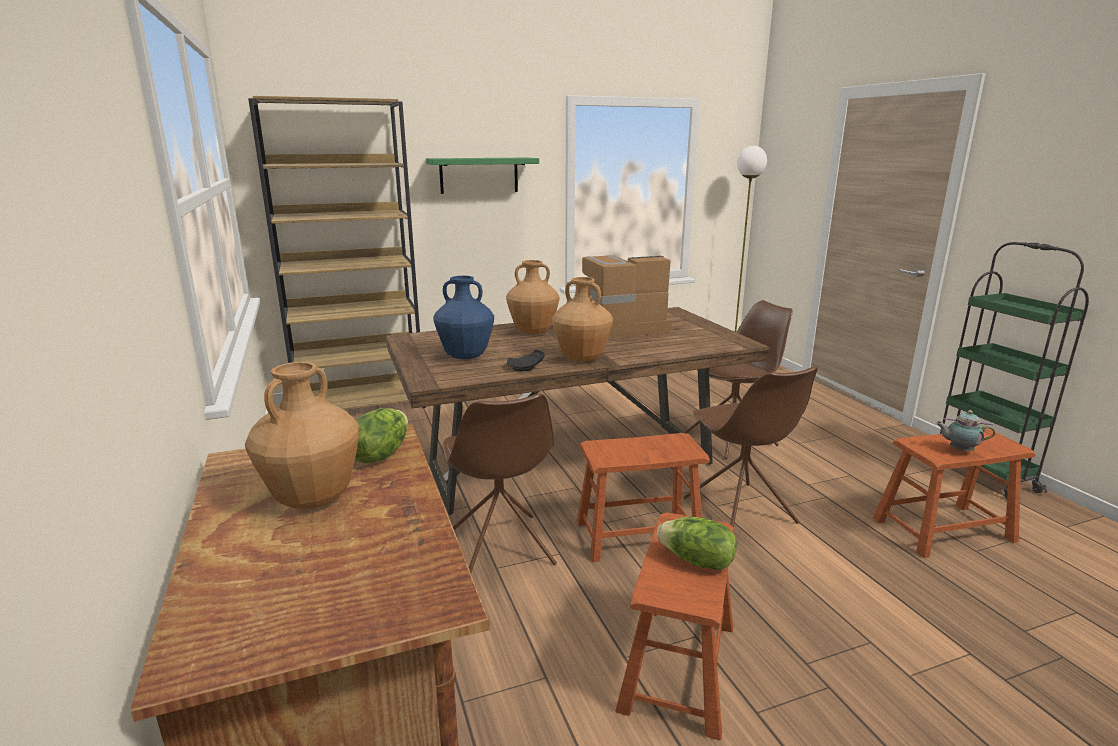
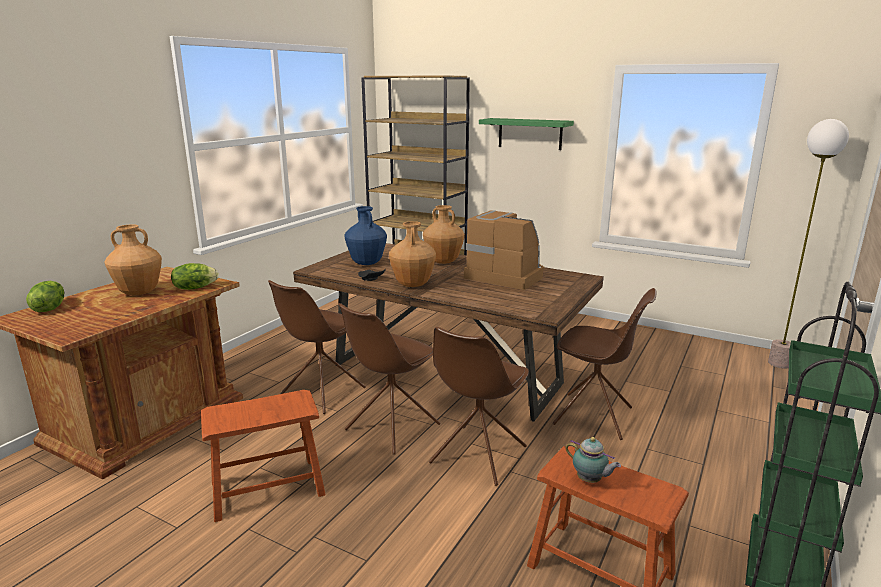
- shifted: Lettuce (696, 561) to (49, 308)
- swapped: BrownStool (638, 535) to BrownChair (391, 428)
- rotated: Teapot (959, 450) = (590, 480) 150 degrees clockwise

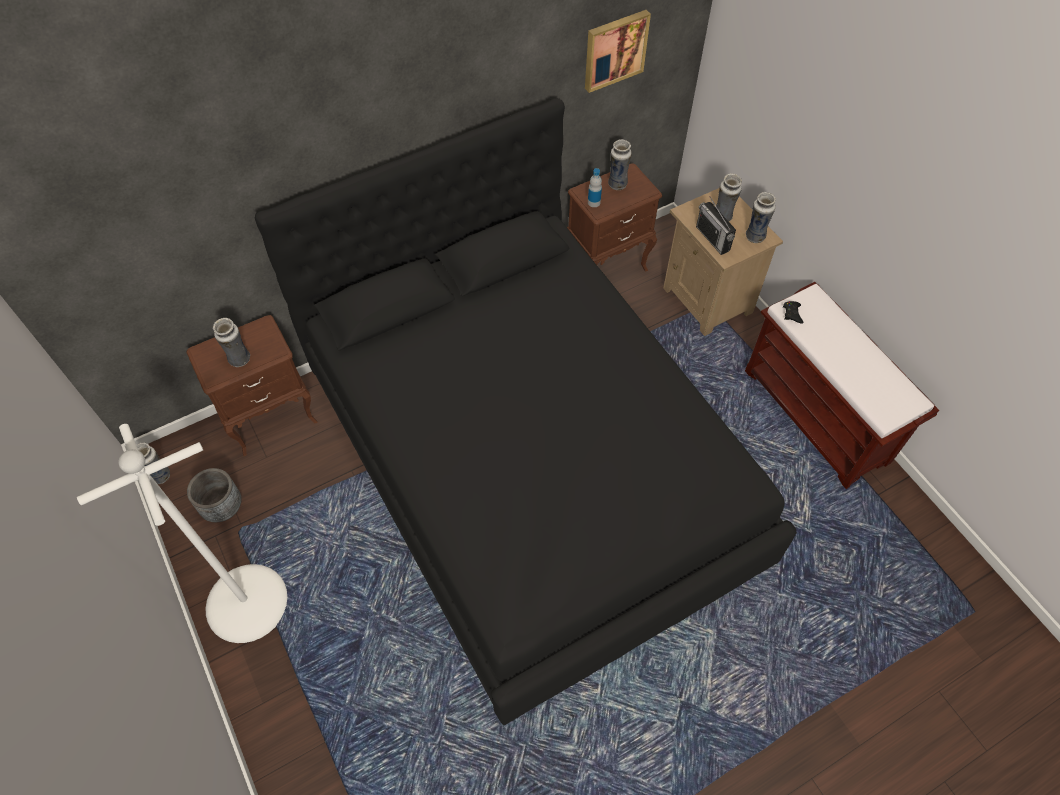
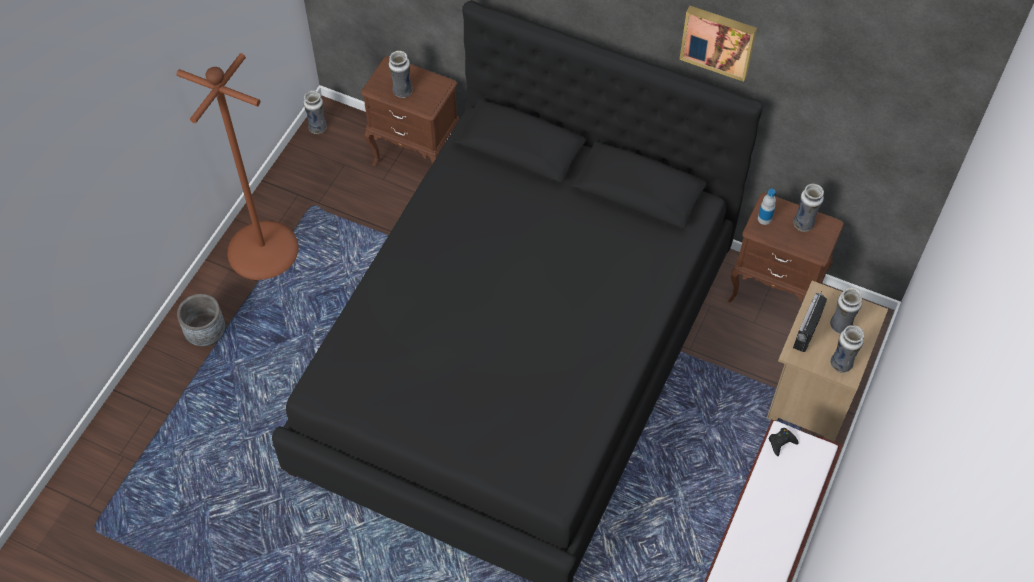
- repainted: WhiteClothesRack (247, 602) to BrownClothesRack (263, 250)
- shifted: GreyPlanter (223, 507) to (206, 334)
- shifted: Picture (614, 49) to (718, 41)

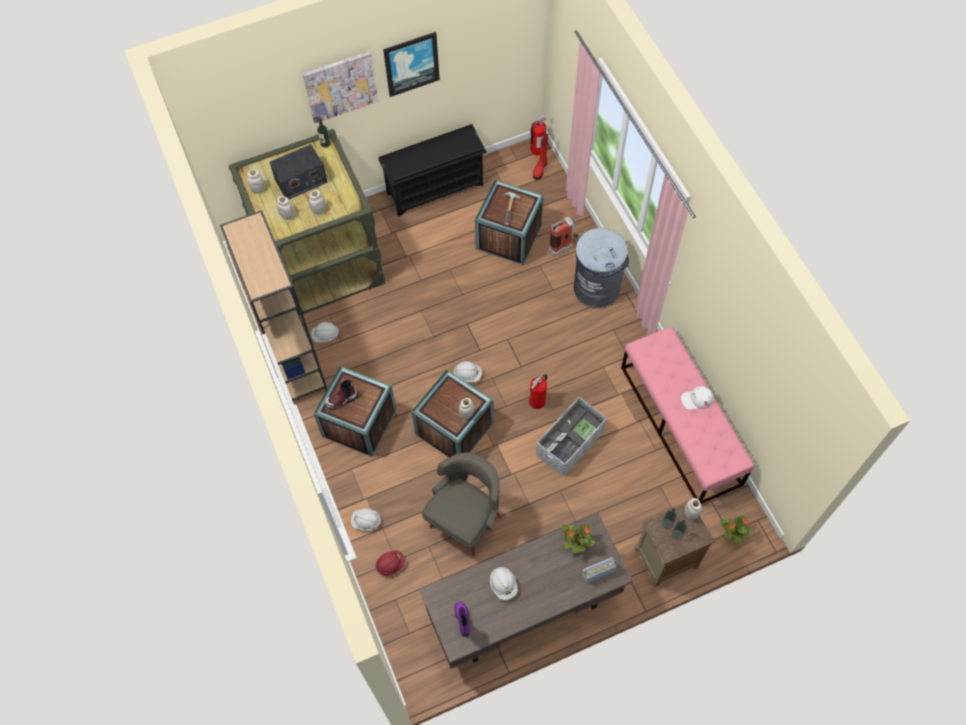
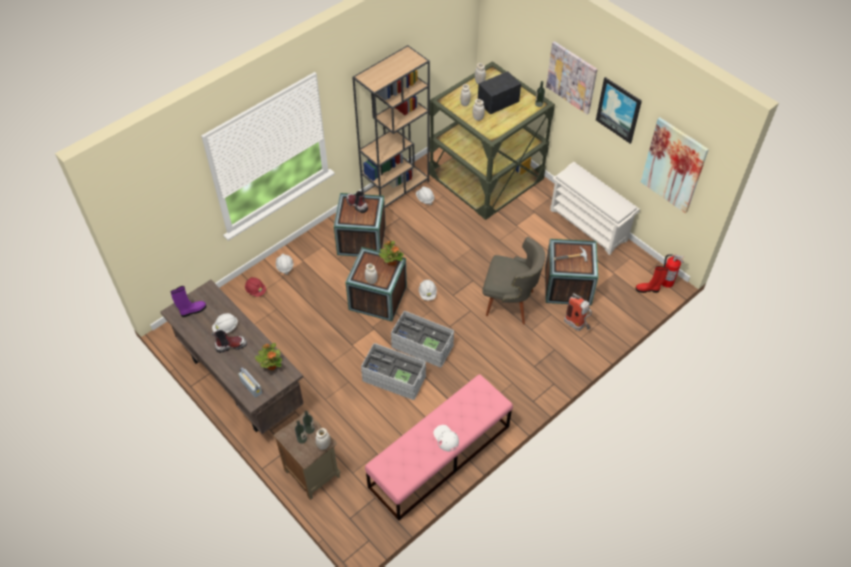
- new: Boot (231, 345)
- shifted: PottedPlant (731, 534) to (391, 262)
- swapped: FireExtinguisher (537, 401) to GreyStorageBox (422, 346)
- rotated: Radio (300, 181) = (498, 101) 105 degrees clockwise
- shifted: GreyChair (465, 522) to (509, 303)
- repainted: BlackShoeRack (435, 188) to WhiteShoeRack (589, 225)
- new: Picture (673, 165)
- gone: GreyTrashCan (596, 288)

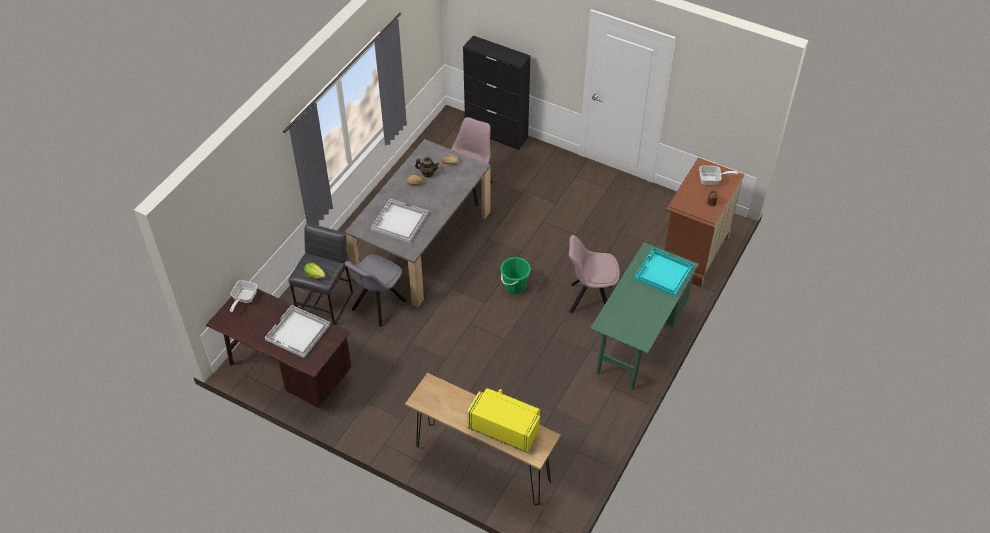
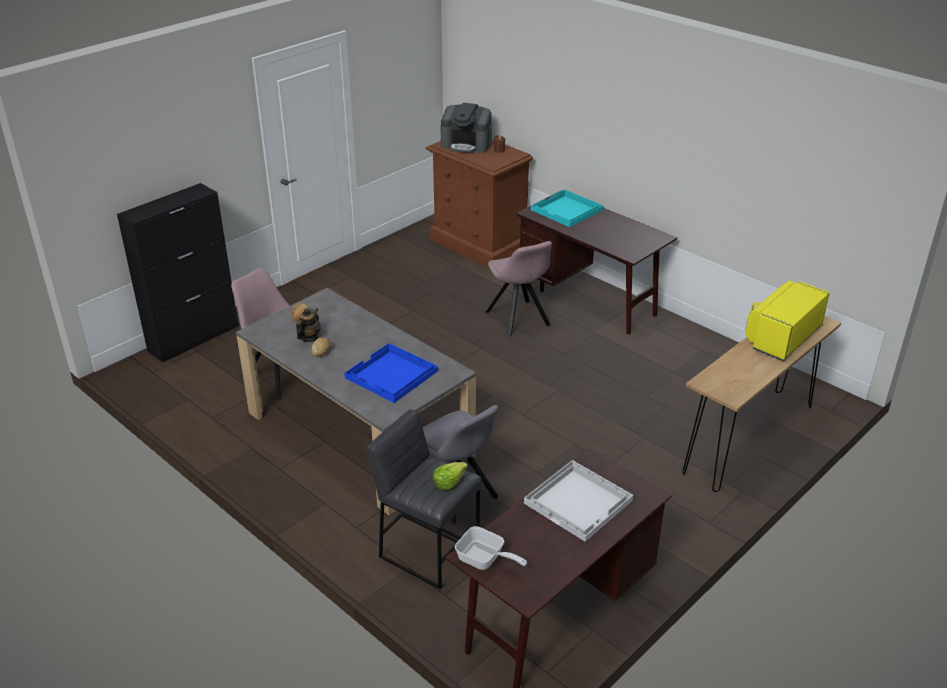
- repainted: WhiteTray (399, 222) to BlueTray (391, 375)
- swapped: FryingPan (712, 180) to CoffeeMachine (467, 144)
- rotated: PinkChair (590, 299) = (518, 318) 45 degrees counterclockwise
- repainted: GreenDesk (638, 340) to BrownDesk (589, 299)
- gone: GreenBucket (515, 286)

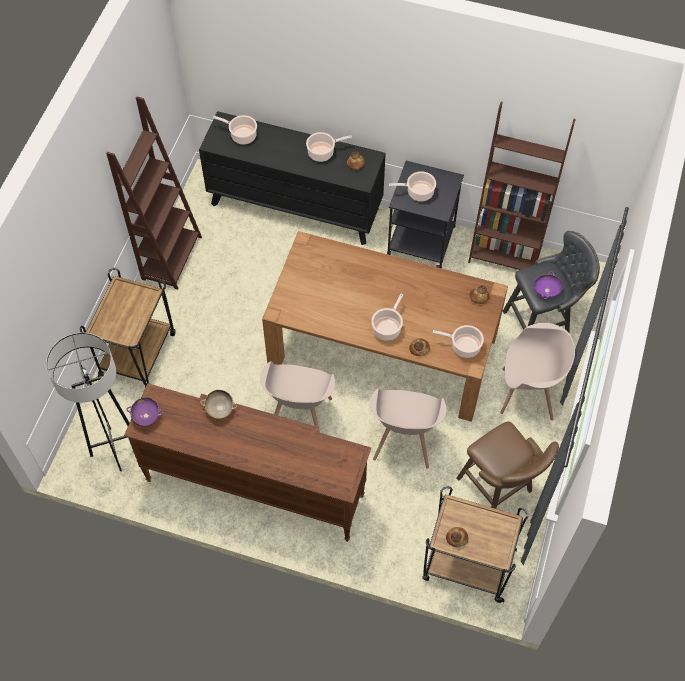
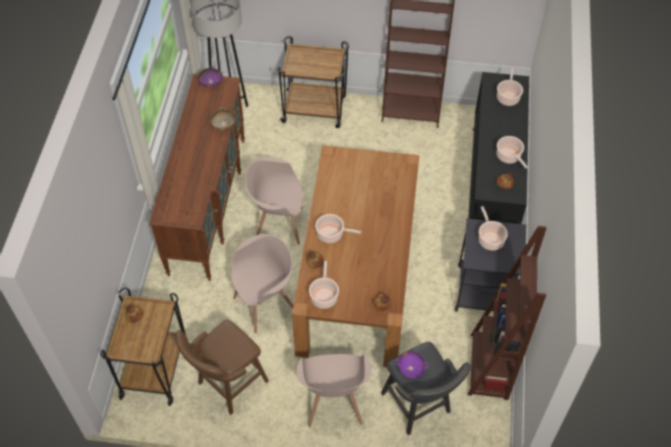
- rotated: BeigeChair (404, 441) = (266, 304) 150 degrees clockwise

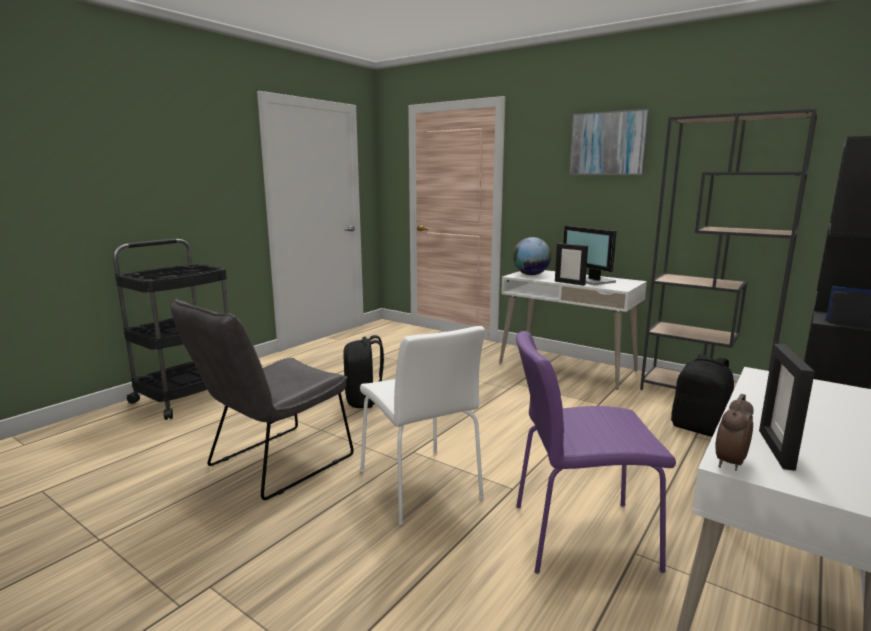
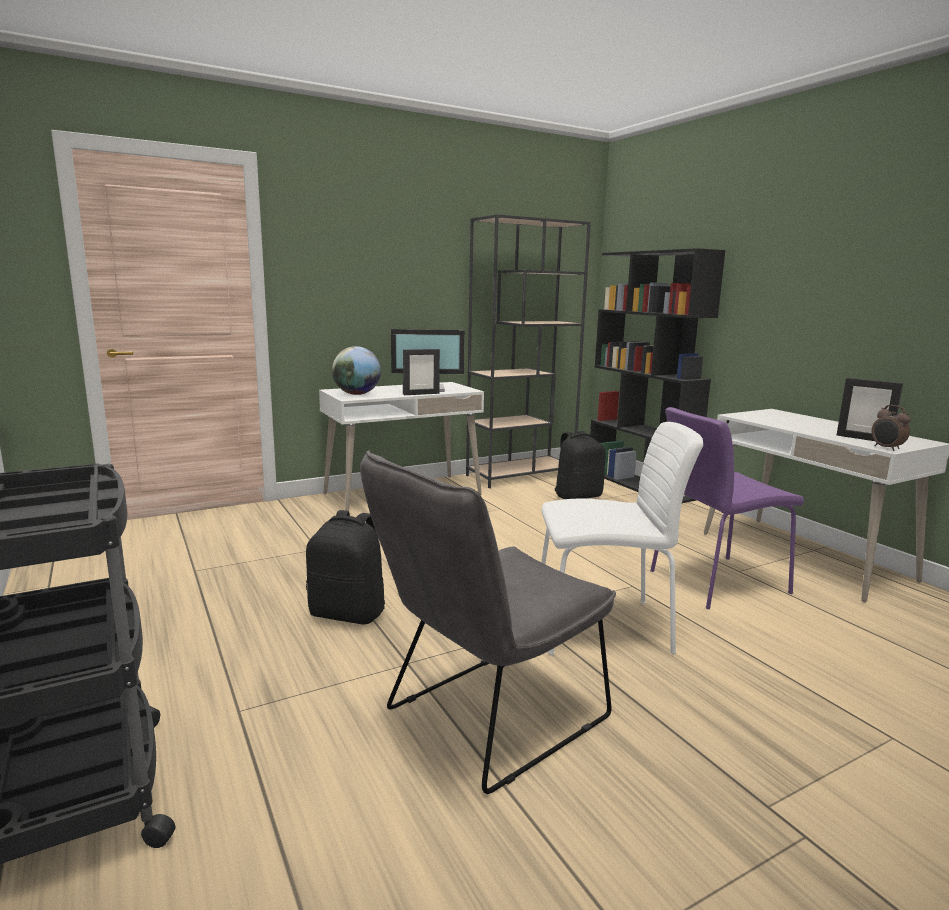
- rotated: GreyChair (273, 465) = (486, 720) 75 degrees clockwise
- rotated: PurpleChair (578, 536) = (714, 582) 45 degrees clockwise
- gone: Picture (608, 143)

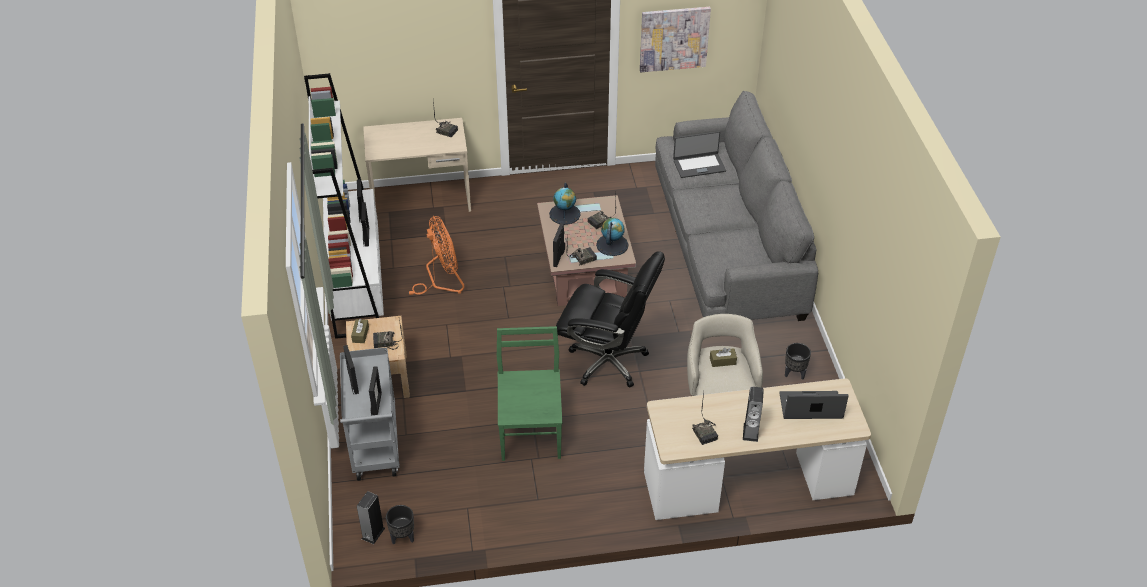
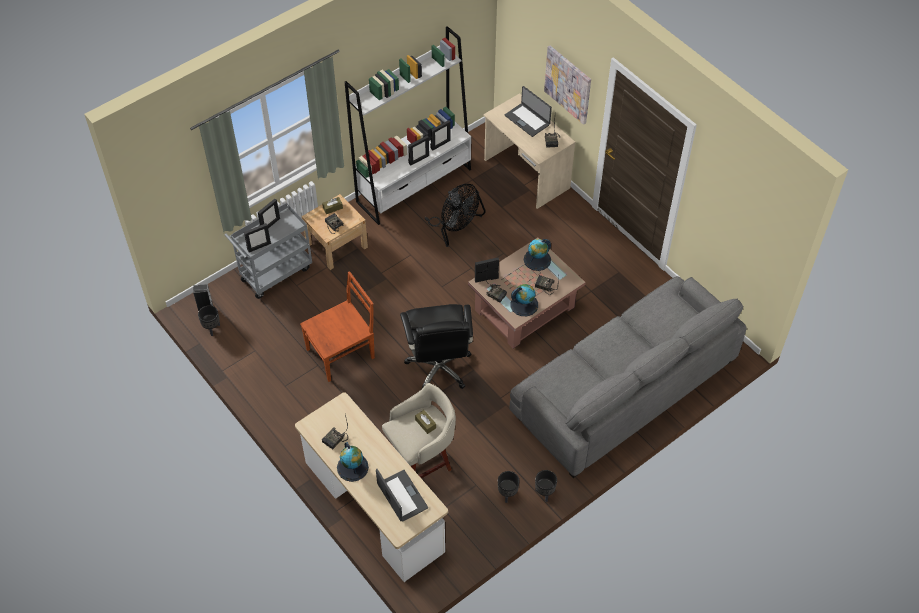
- repainted: GreenChair (530, 431) to BrownChair (342, 353)
- swapped: Speaker (750, 432) to Globe (352, 467)
- repainted: OrangeFan (440, 277) to BlackFan (455, 226)
- shifted: Laptop (699, 165) to (527, 120)
- new: BlackPlanter (544, 493)
- shifted: Picture (674, 38) to (568, 84)

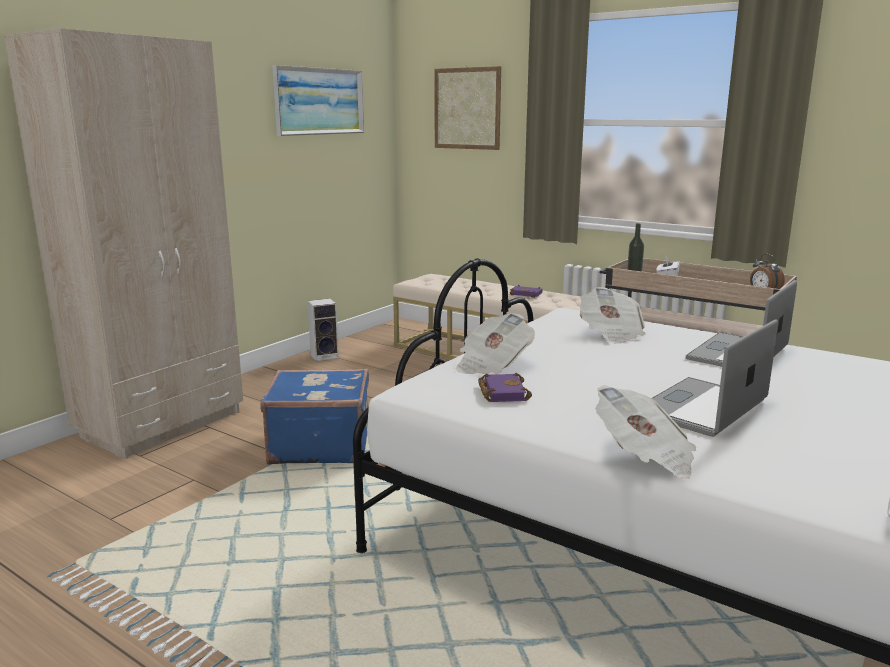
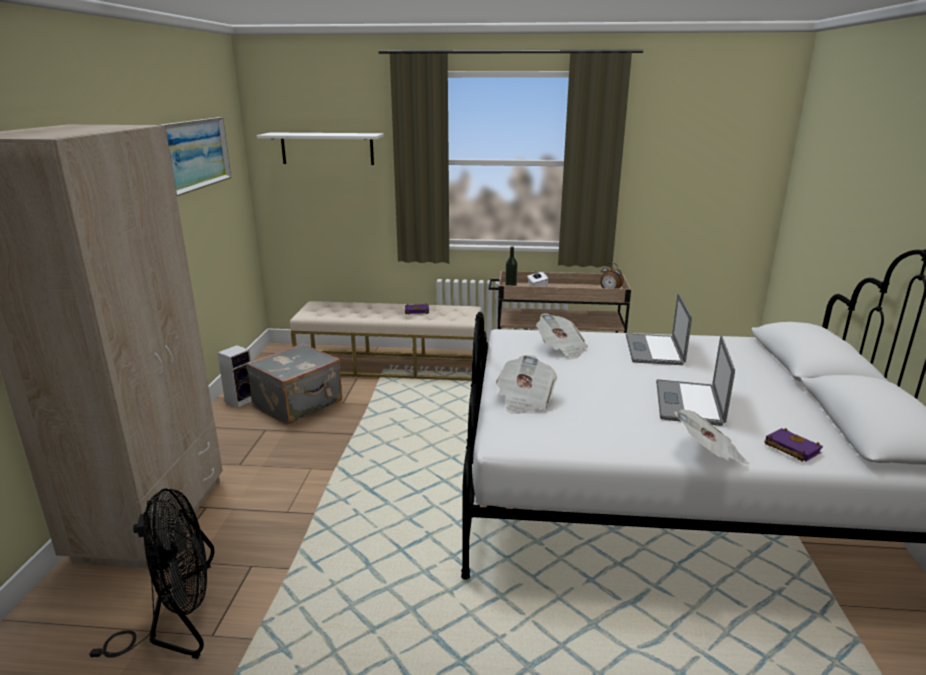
- new: BlackFan (175, 617)
- new: GreySuitcase (299, 404)
- swapped: Picture (467, 107) to WhiteShelf (327, 148)
- shifted: PurpleBook (501, 392) to (789, 448)
- gone: BlueSuitcase (320, 445)

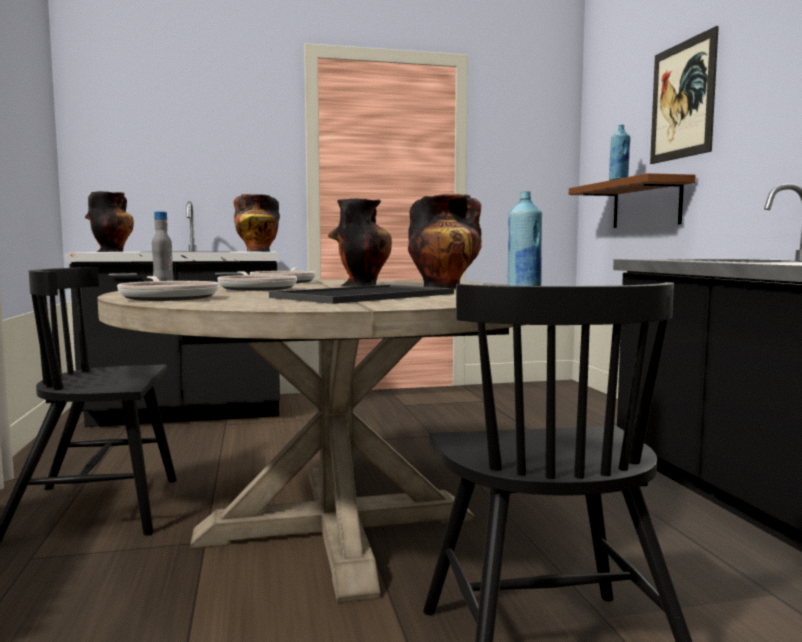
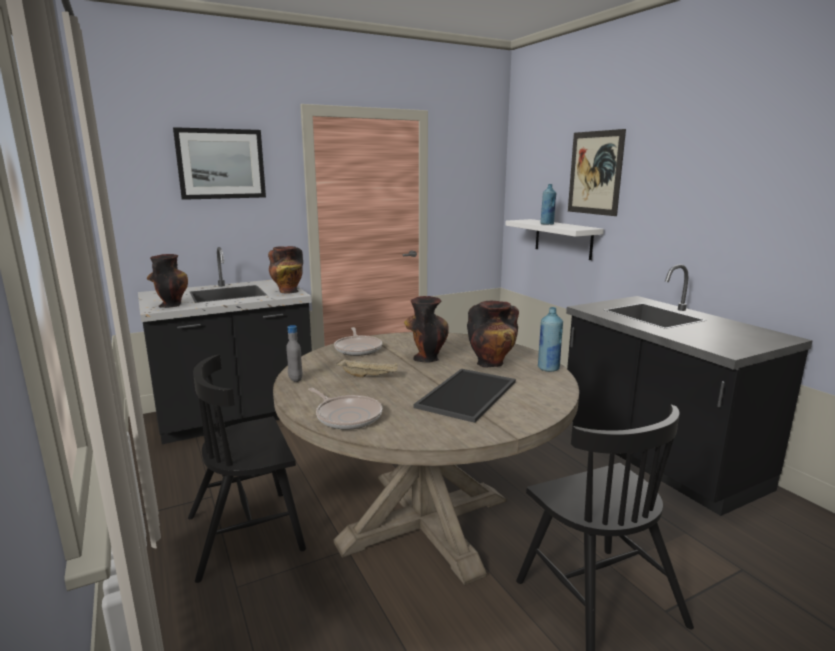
- new: Picture (221, 164)
- swapped: FryingPan (257, 288) to BeigeTray (368, 376)
- repainted: BrownShelf (646, 204) to WhiteShelf (563, 238)

